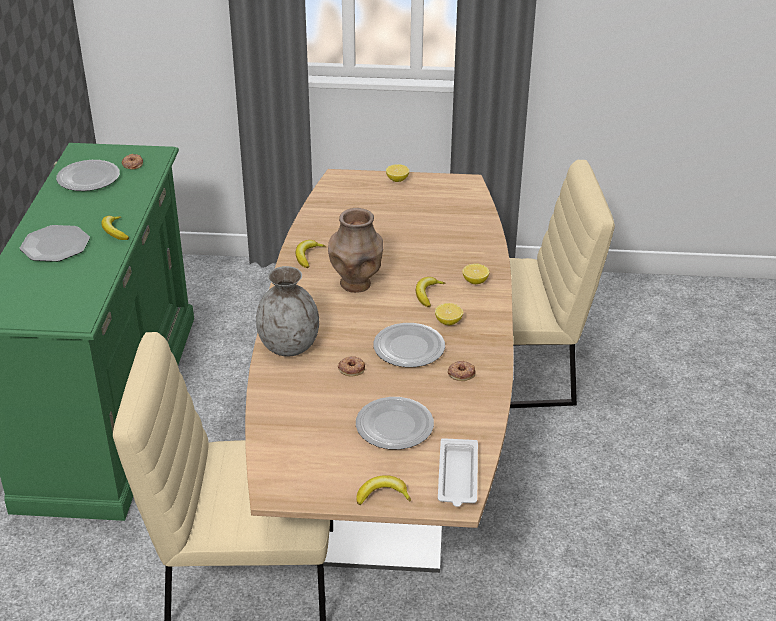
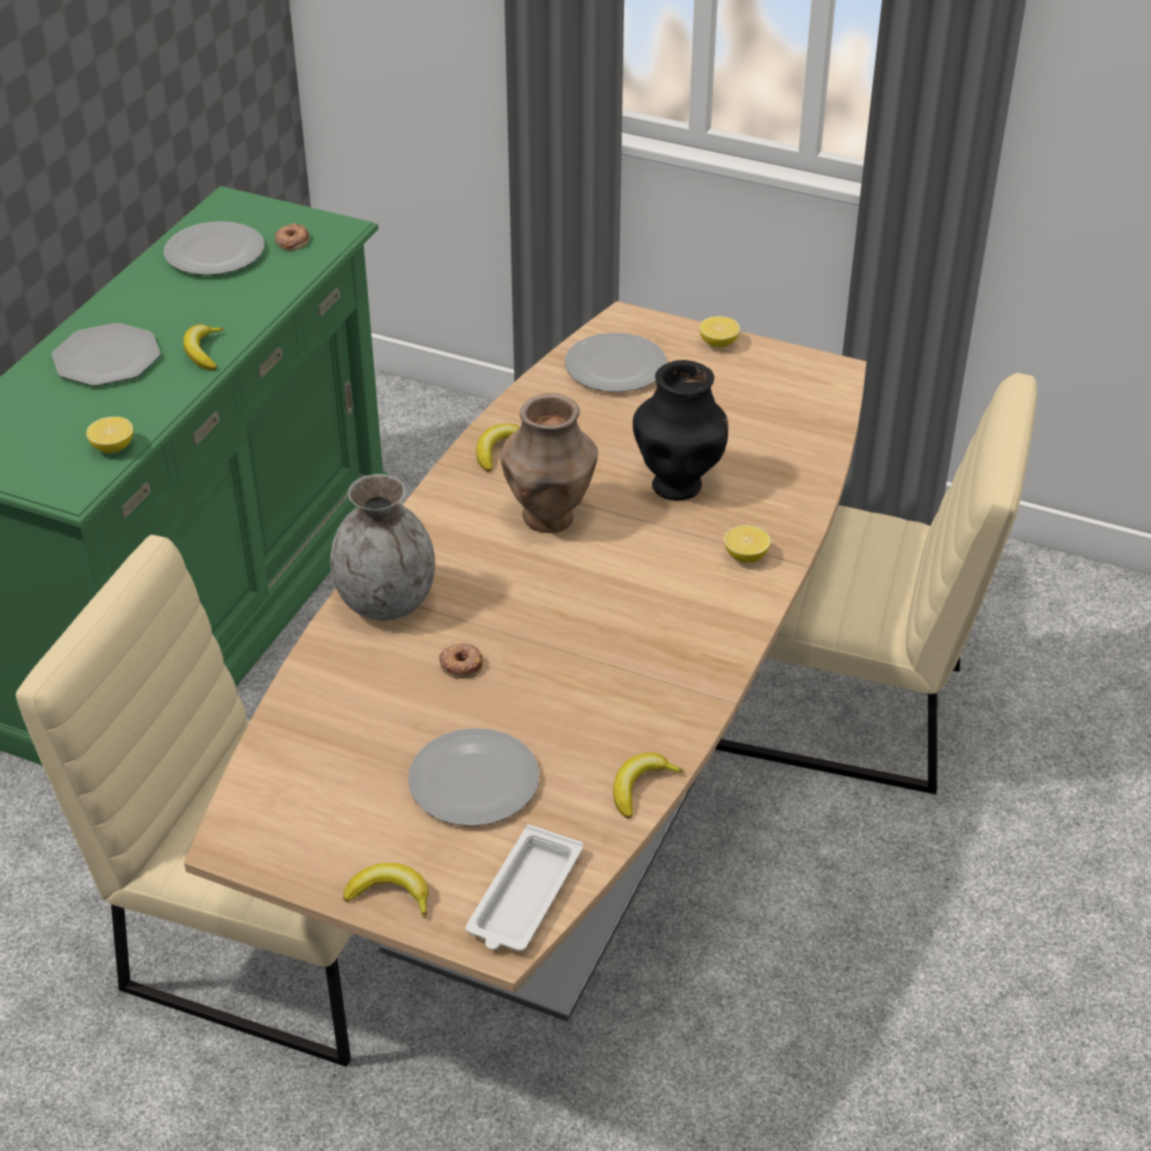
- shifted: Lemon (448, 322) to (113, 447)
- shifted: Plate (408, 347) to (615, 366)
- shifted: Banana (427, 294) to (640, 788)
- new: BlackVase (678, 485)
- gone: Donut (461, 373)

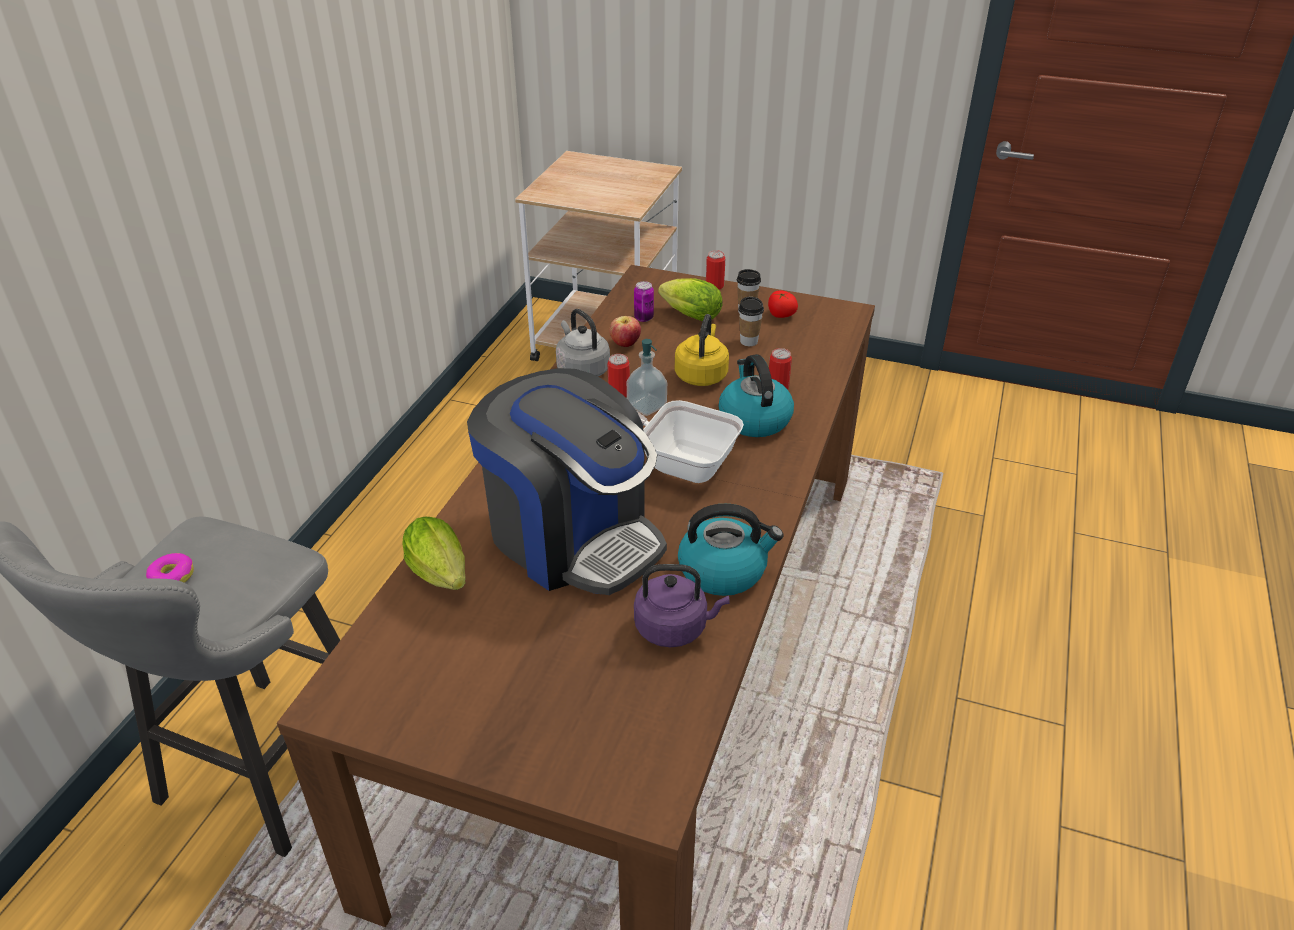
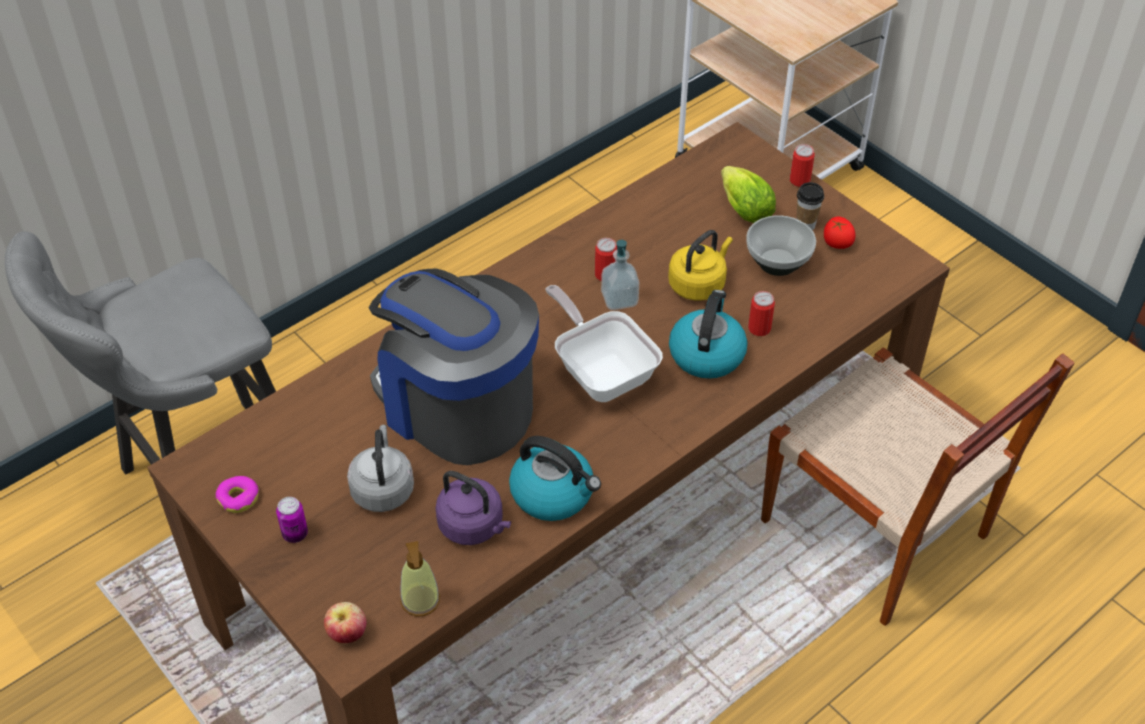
- shifted: Donut (172, 576) to (238, 498)
- shifted: Can (643, 318) to (295, 534)
- shifted: Apple (625, 344) to (347, 634)
- shifted: GreyKettle (581, 369) to (383, 488)
- rotated: CoffeeMachine (572, 537) = (456, 406) 150 degrees clockwise
- new: SoapDispenser (420, 600)
- swapped: Cup (748, 341) to Bowl (776, 263)
- new: Chair (878, 533)
- gone: Lettuce (442, 577)

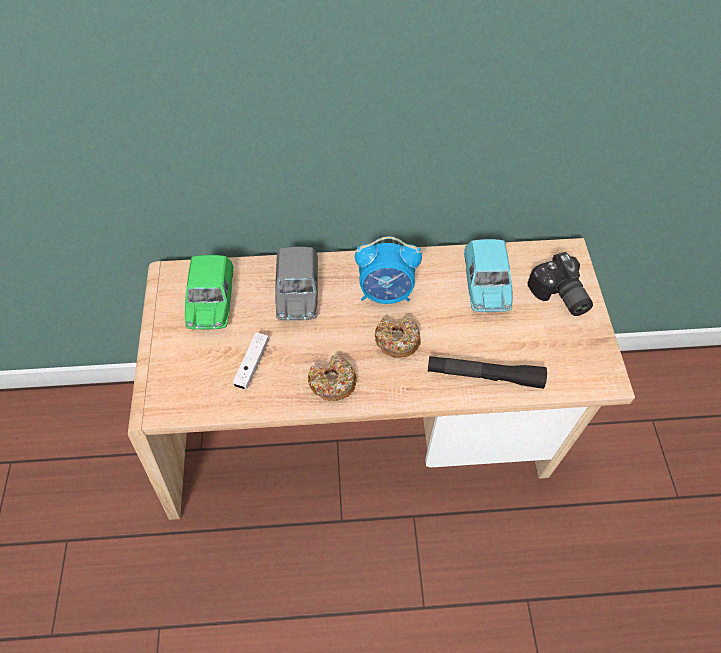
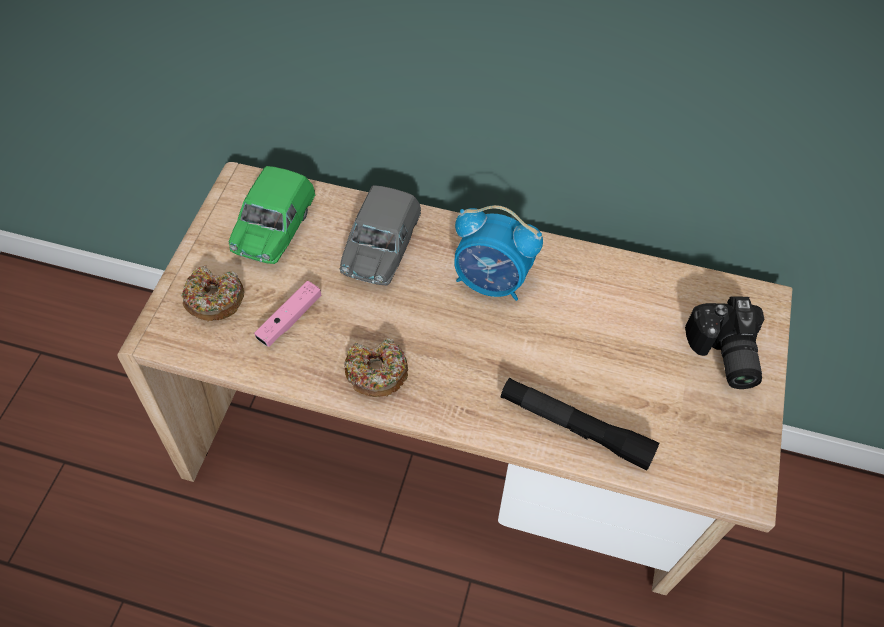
- shifted: Donut (397, 340) to (215, 299)
- repainted: WhiteGameController (252, 364) to PinkGameController (290, 319)
- gone: TurquoiseToyCar (485, 287)

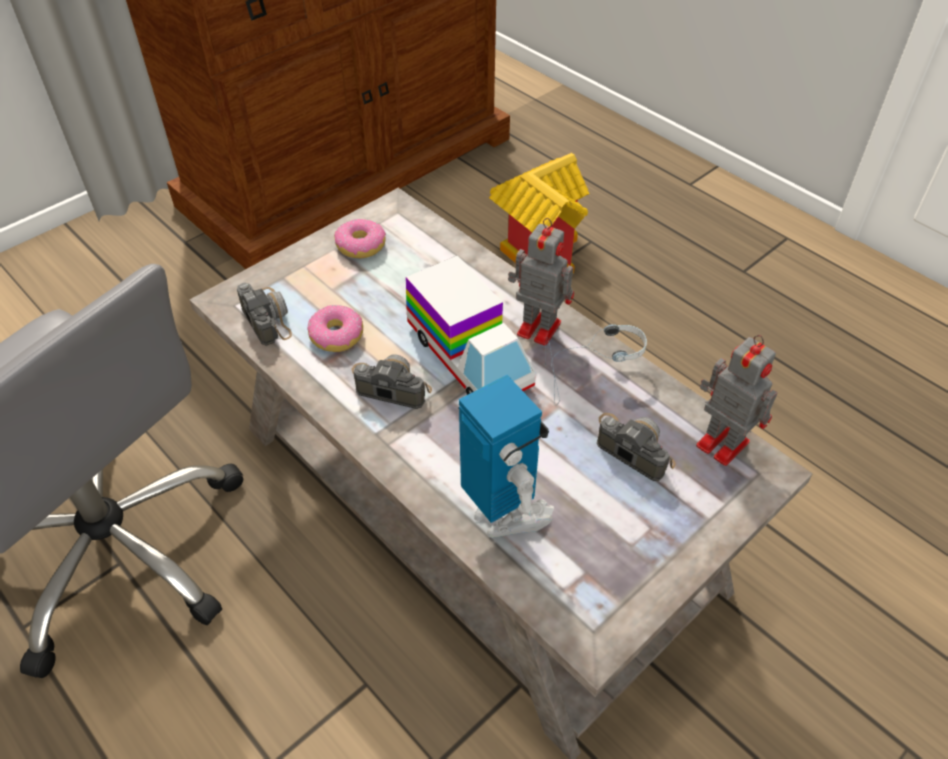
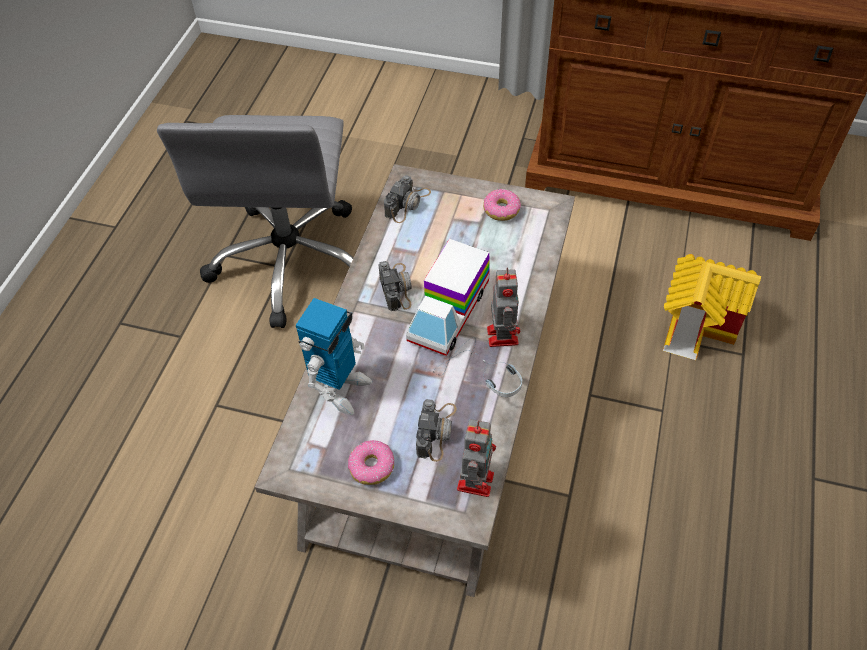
- shifted: Donut (336, 335) to (372, 466)

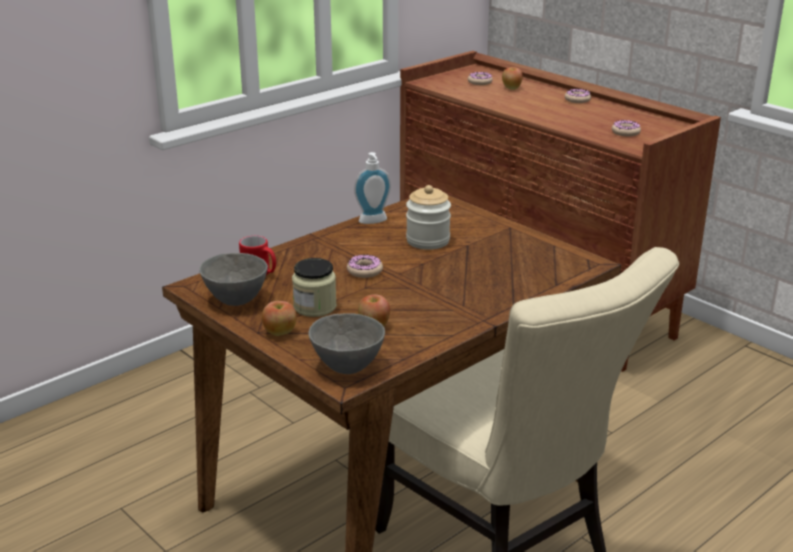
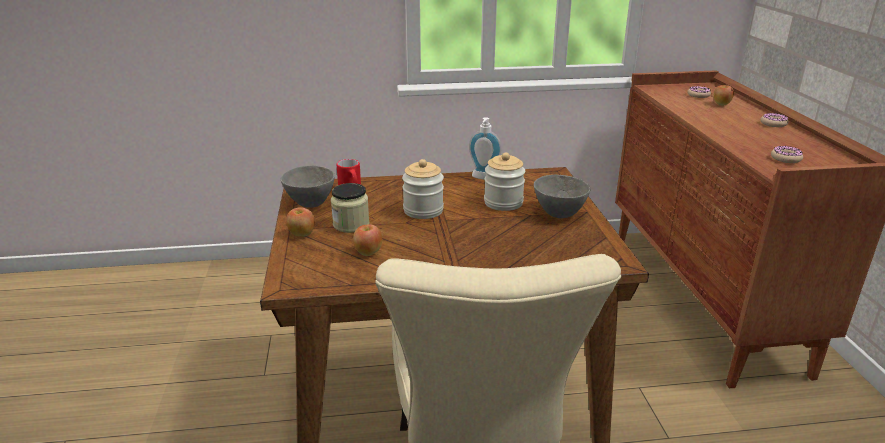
- swapped: Donut (364, 271) to Jar (423, 210)
- shifted: GreyBowl (347, 367) to (558, 214)

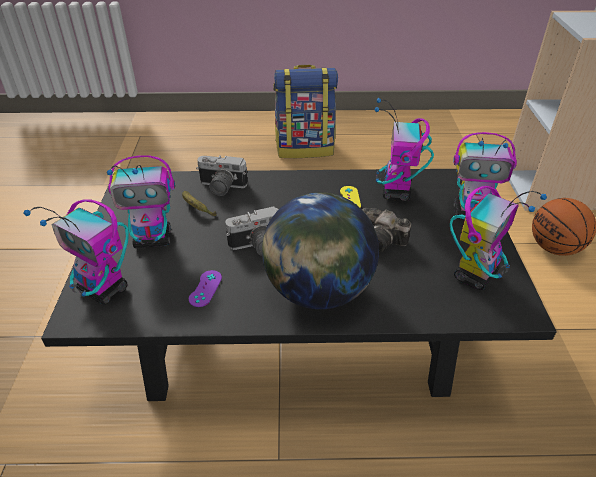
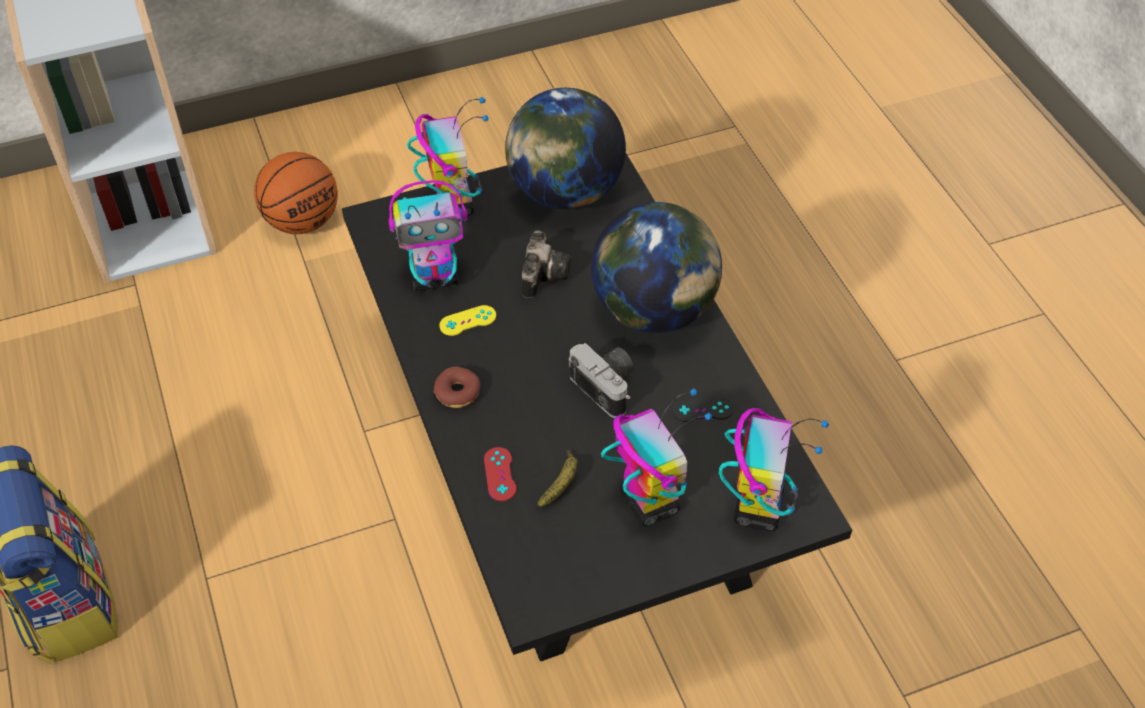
- new: Donut (457, 392)
- swapped: PhotoCamera (221, 187) to RedGameController (500, 474)
- swapped: ToyRobot (475, 274) to Globe (564, 192)
- repainted: PurpleGameController (205, 288) to BlackGameController (702, 410)

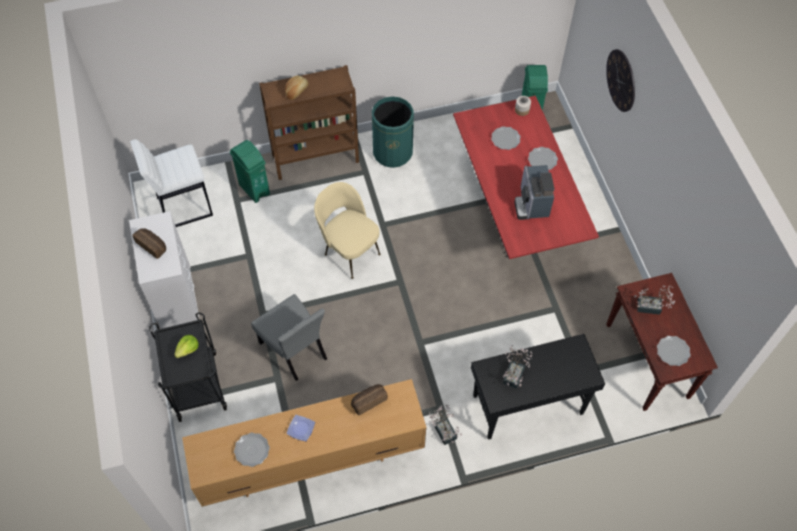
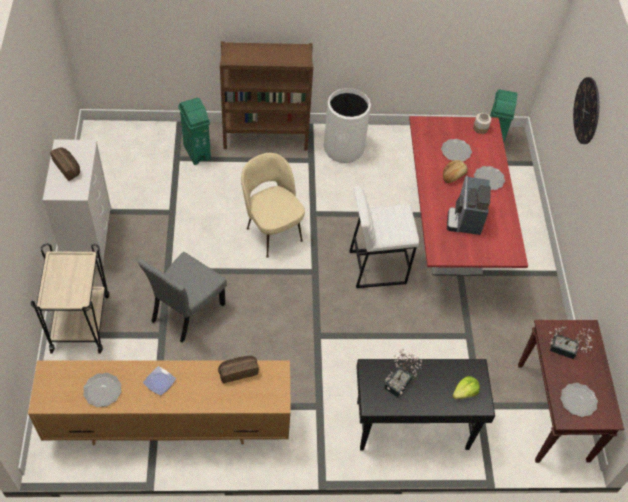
- repainted: BlackCart (197, 384) to BeigeCart (80, 321)
- rotated: GreyChair (294, 348) = (187, 310) 60 degrees clockwise
- repainted: GreenTrashCan (392, 152) to WhiteTrashCan (344, 148)
- shifted: WhiteStool (183, 207) to (376, 267)
- shifted: Bread (297, 91) to (454, 175)
- shifted: Lettuce (188, 349) to (465, 392)
- gone: PottedPlant (444, 430)

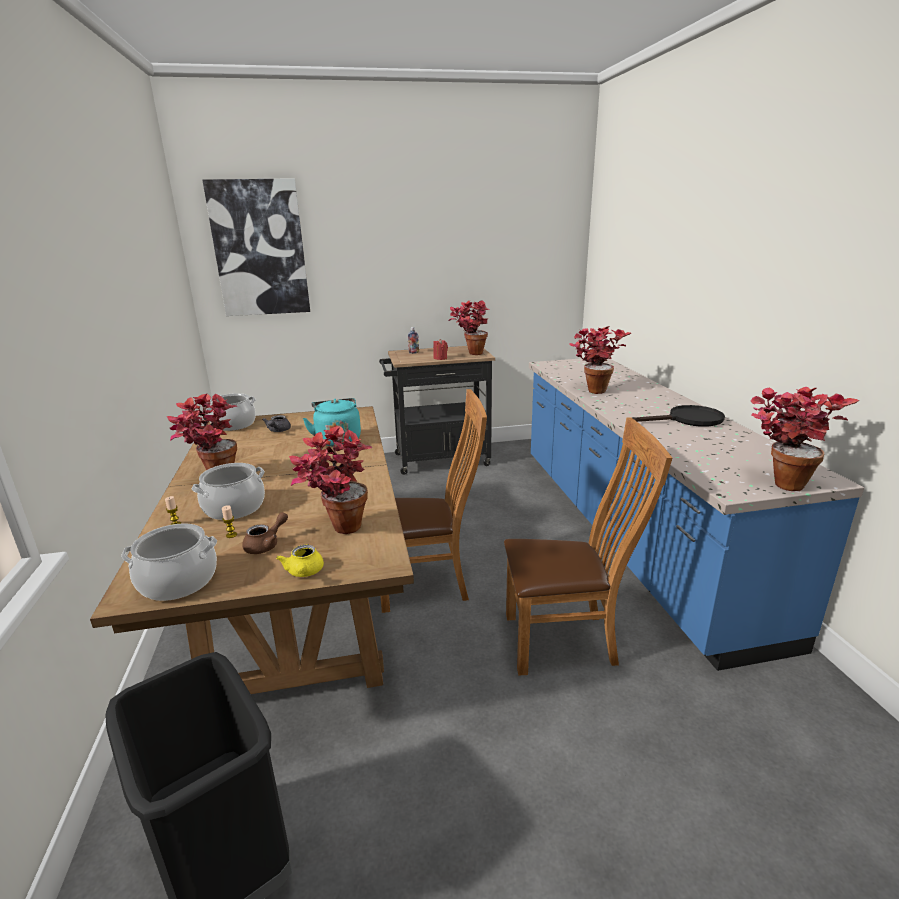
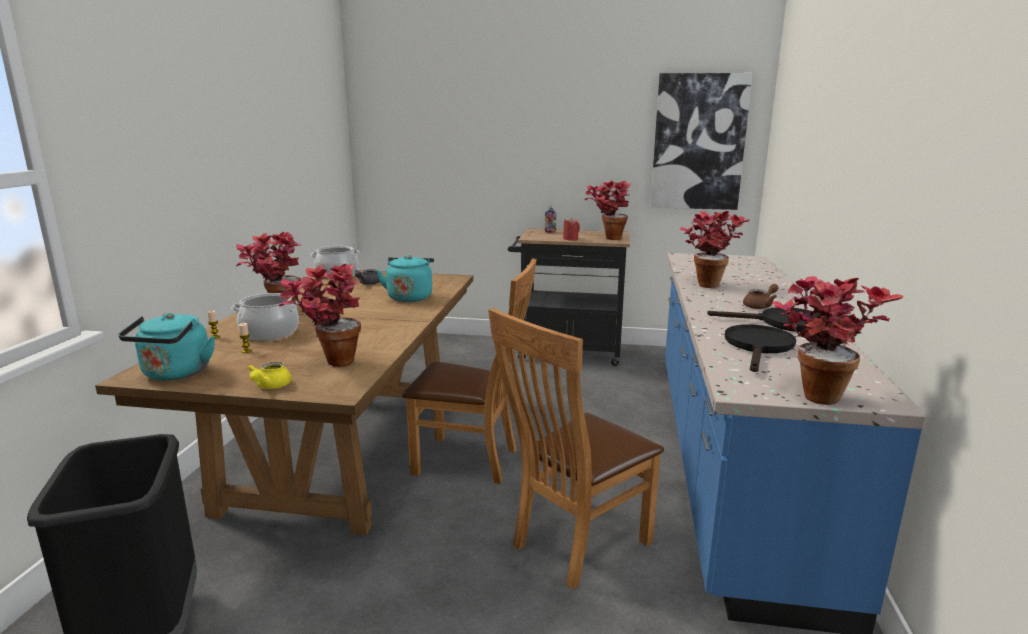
- swapped: CookingPot (178, 581) to TurquoiseKettle (175, 374)
- rotated: BrownChair (567, 640) = (574, 545) 120 degrees clockwise
- shifted: Picture (259, 249) to (698, 142)
- new: BlackFryingPan (758, 347)
- shifted: BrownTeapot (266, 545) to (760, 306)

